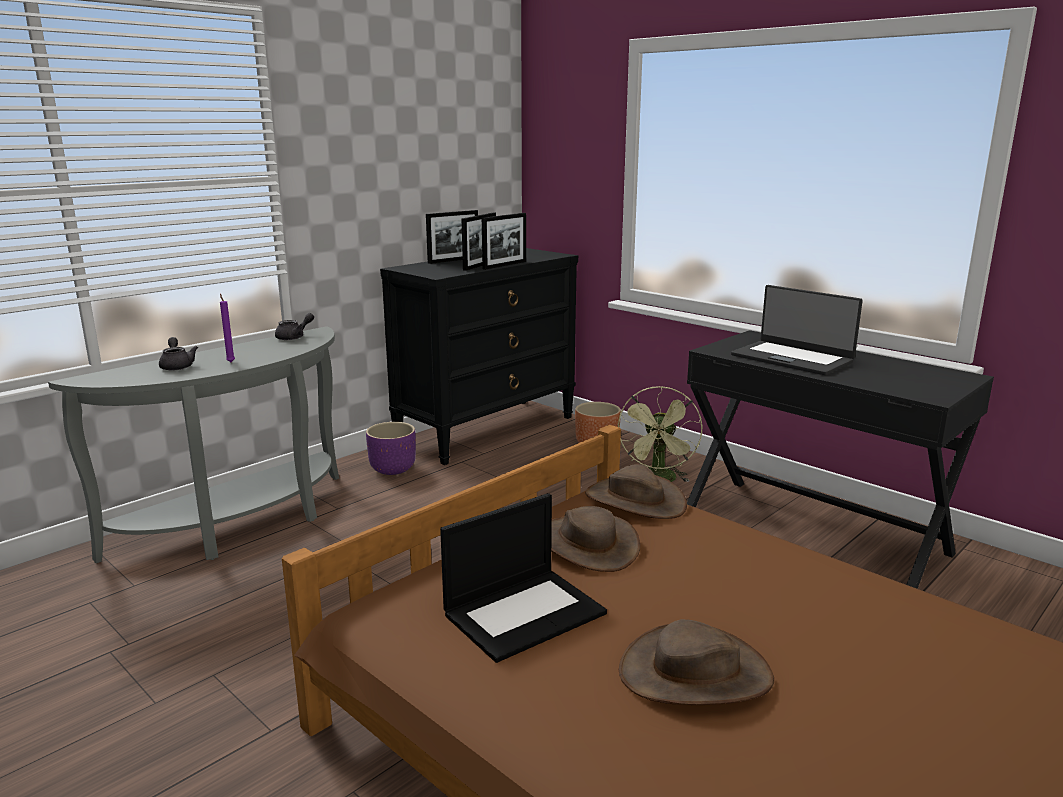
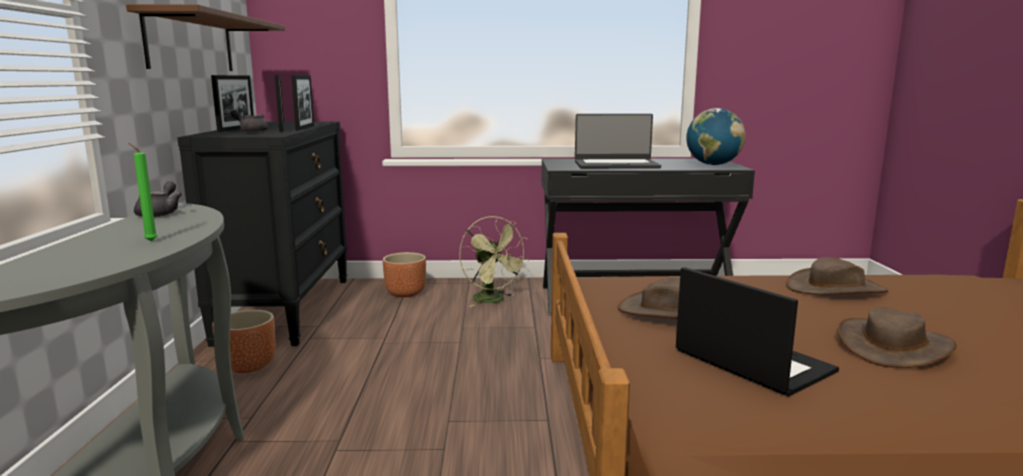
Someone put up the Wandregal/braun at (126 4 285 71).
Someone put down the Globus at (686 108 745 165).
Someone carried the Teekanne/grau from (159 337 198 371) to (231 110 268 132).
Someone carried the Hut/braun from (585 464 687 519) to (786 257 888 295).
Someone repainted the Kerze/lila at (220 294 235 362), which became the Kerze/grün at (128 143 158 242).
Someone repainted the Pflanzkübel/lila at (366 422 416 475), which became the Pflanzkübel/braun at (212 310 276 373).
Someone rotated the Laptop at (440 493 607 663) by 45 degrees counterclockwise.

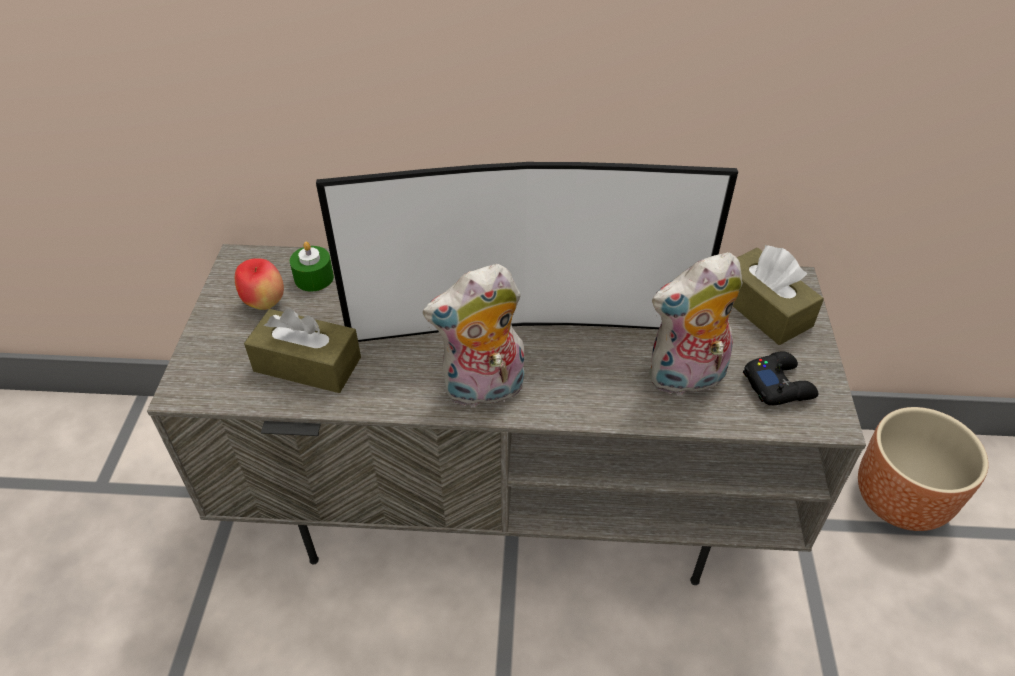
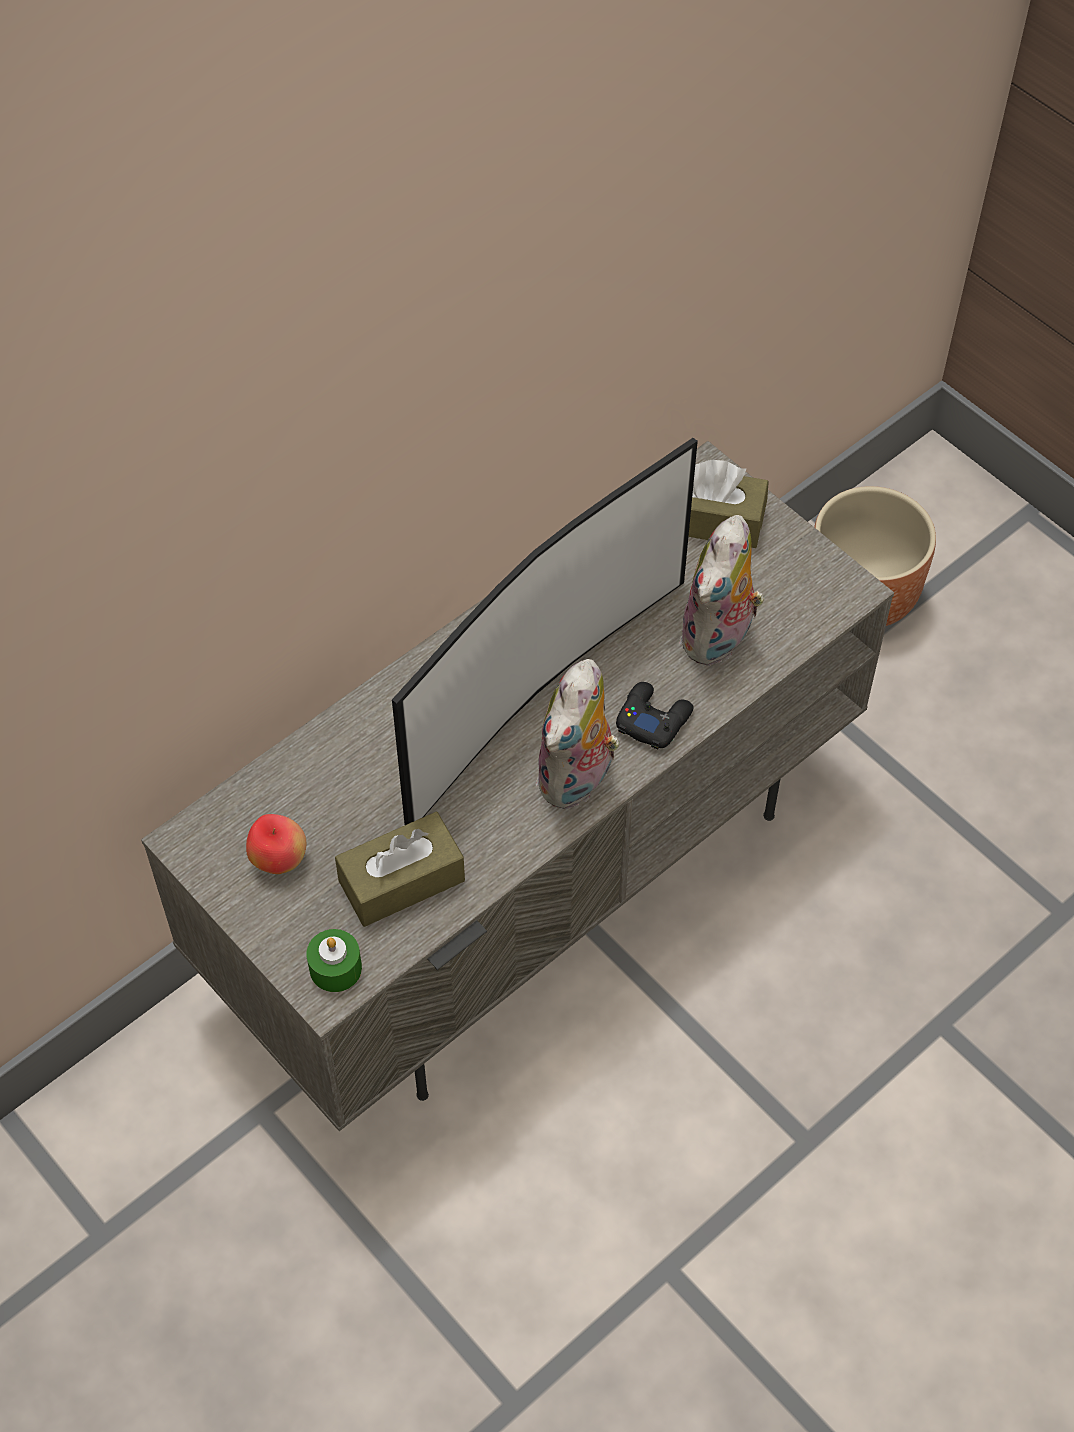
Someone carried the Kerze/grün from (290 242 334 292) to (306 929 362 992).
Someone carried the Gamepad/schwarz from (743 351 819 405) to (616 682 694 750).

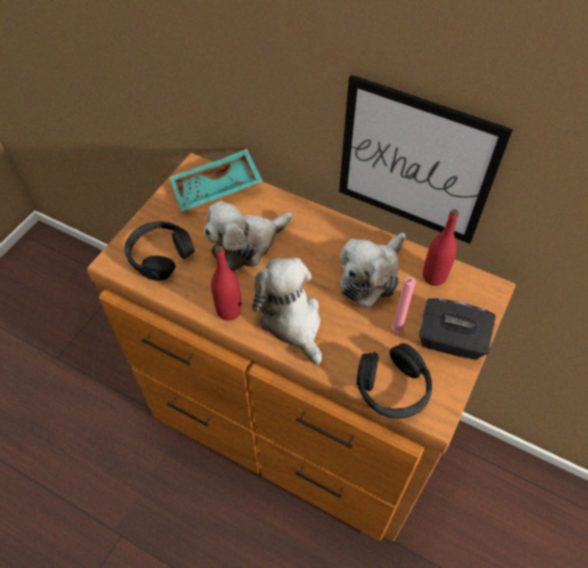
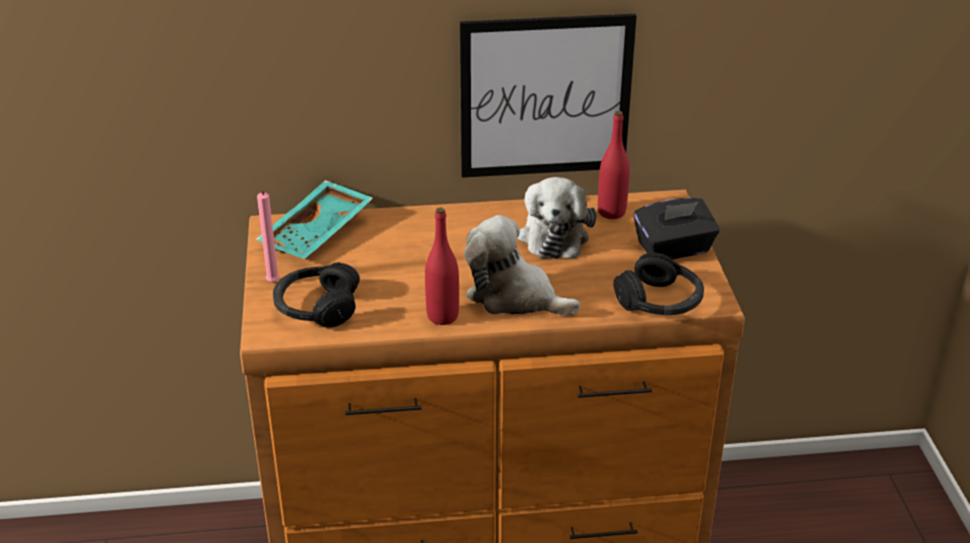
Someone took away the Plüschtier at (204 201 293 271).
Someone carried the Kerze/rosa from (392 277 416 333) to (257 191 280 282).

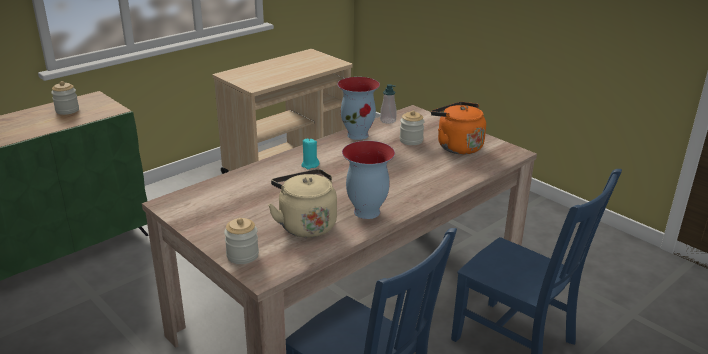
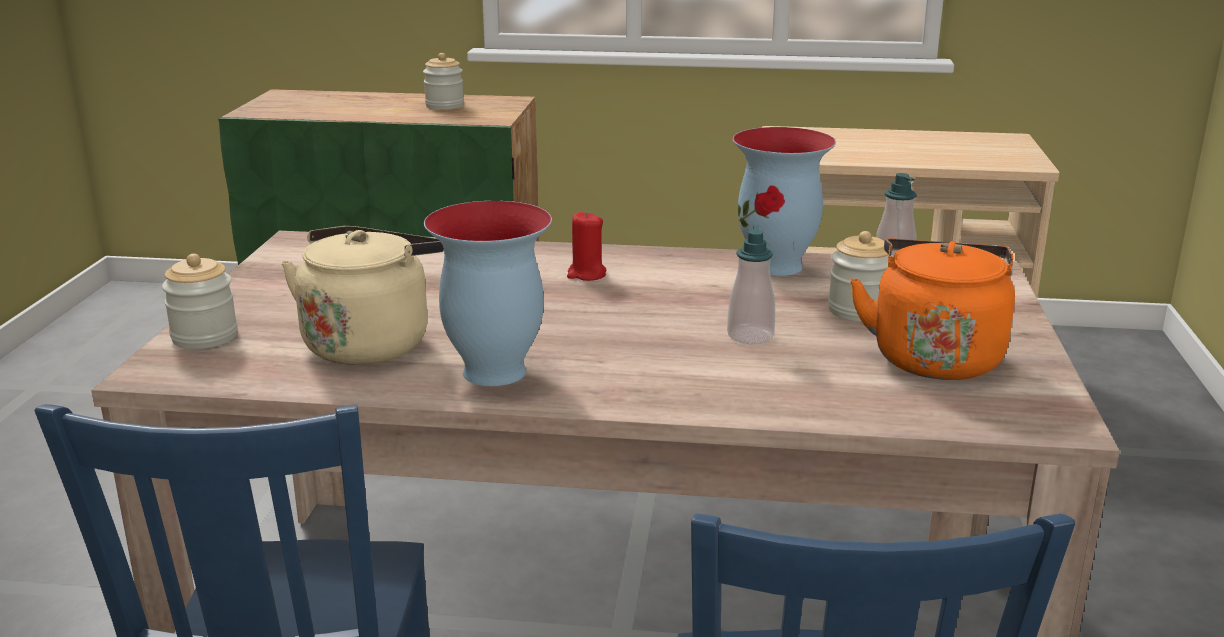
Someone put down the Seifenspender at (727 226 775 344).
Someone repainted the Kerze/türkis at (301 138 319 169), which became the Kerze/rot at (567 211 606 281).

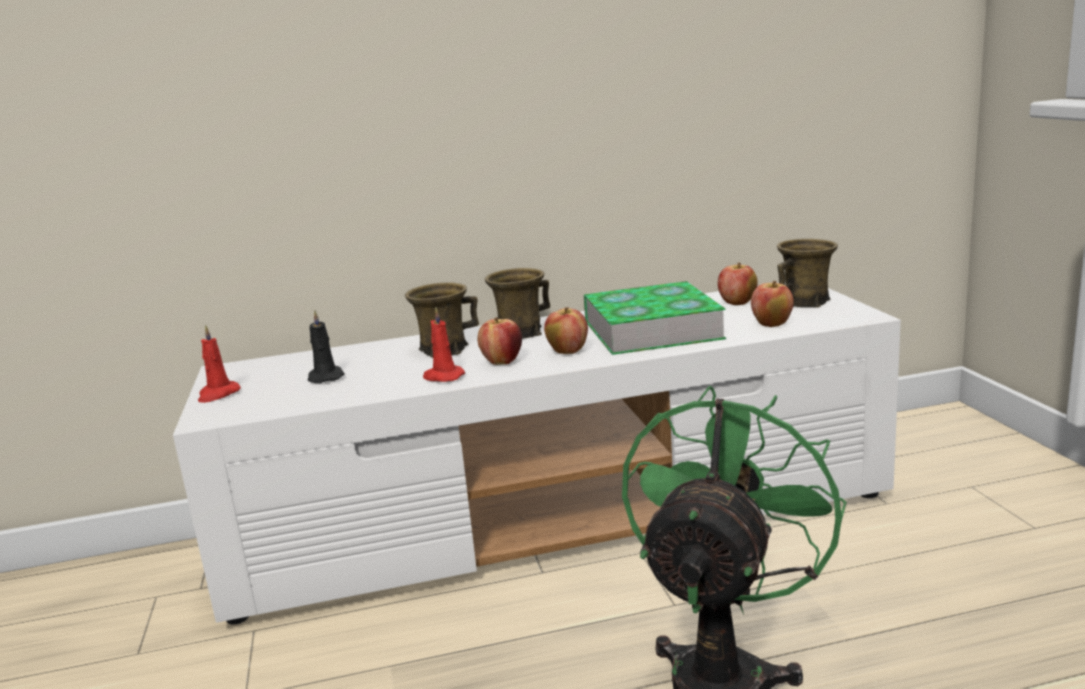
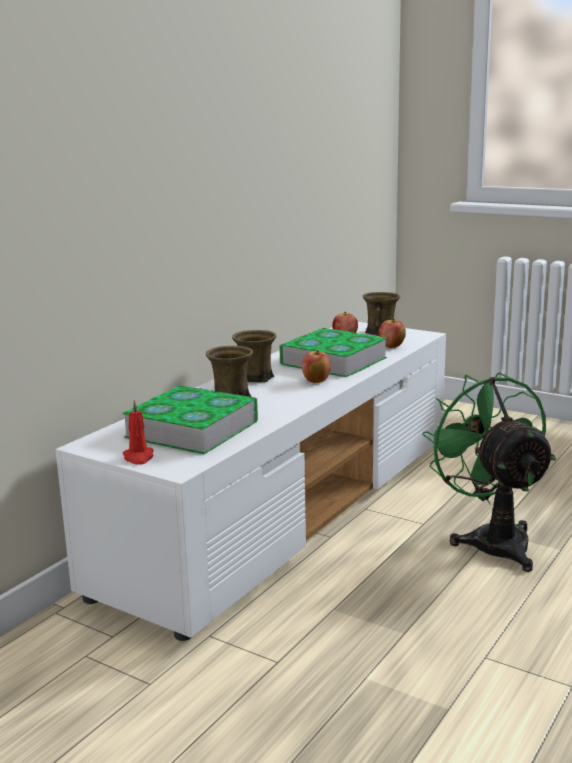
Someone took away the Kerze/rot at (423 307 465 382).
Someone took away the Apfel at (478 317 522 365).
Someone swapped the Kerze/schwarz at (308 310 345 383) for the Buch at (122 385 258 454).

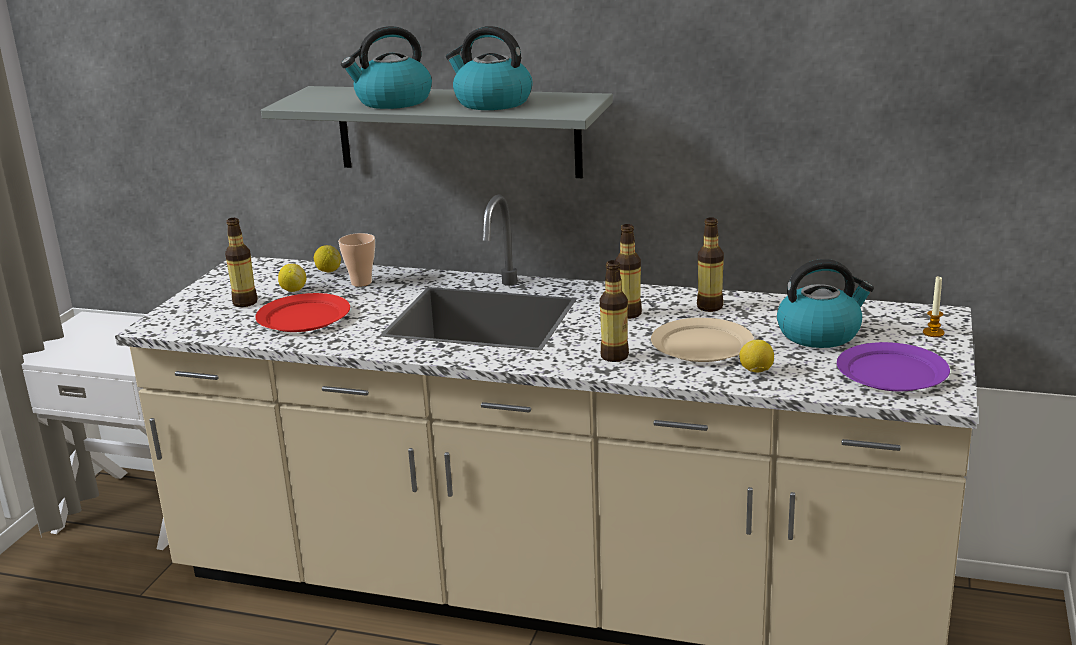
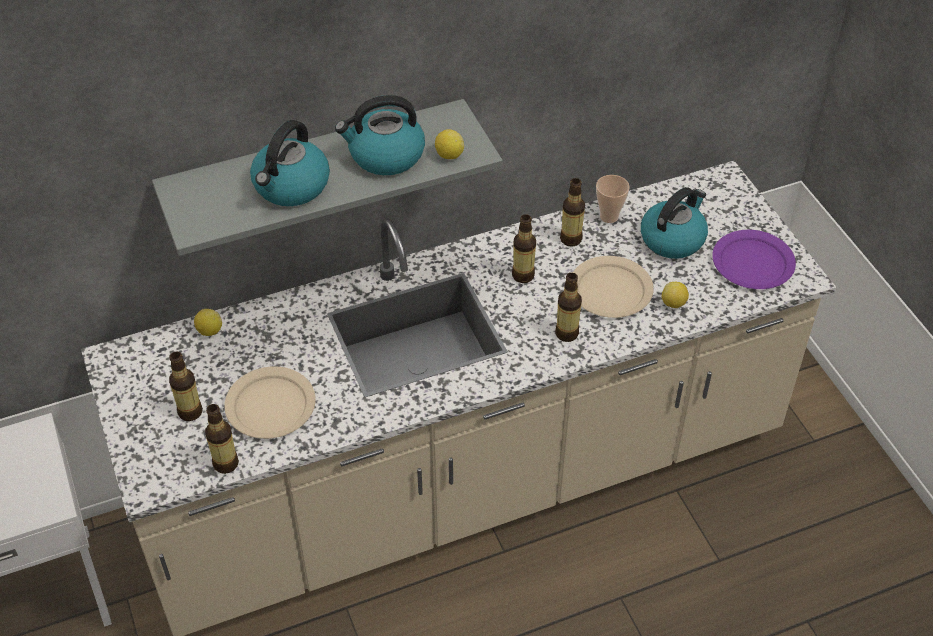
Someone took away the Kerze at (923 276 945 337).
Someone put down the Flasche at (205 404 239 474).
Someone carried the Zitrone from (278 264 307 292) to (435 129 464 159).
Someone carried the Tasse from (338 233 375 287) to (596 175 630 223).
Someone repainted the Teller/rot at (255 293 350 332), which became the Teller/beige at (224 366 316 439).

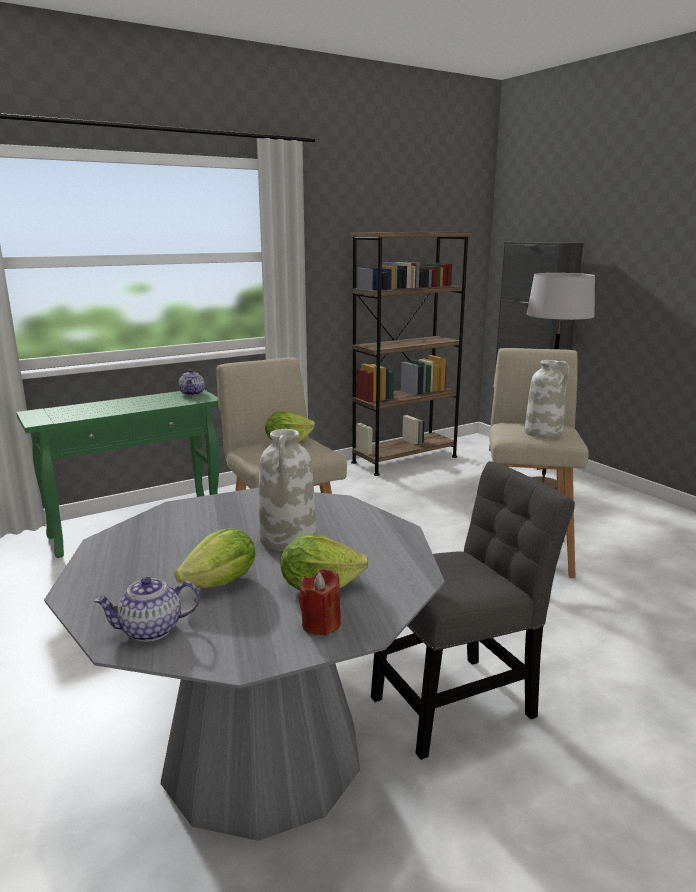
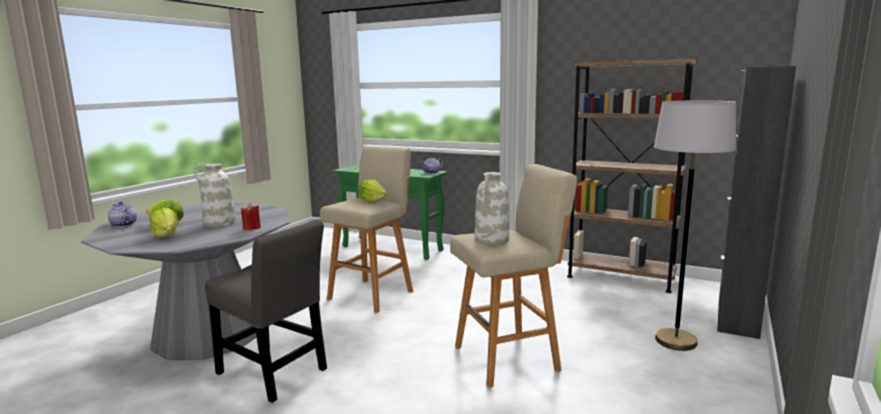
Someone carried the Kerze/rot from (299 569 341 636) to (241 204 261 230).

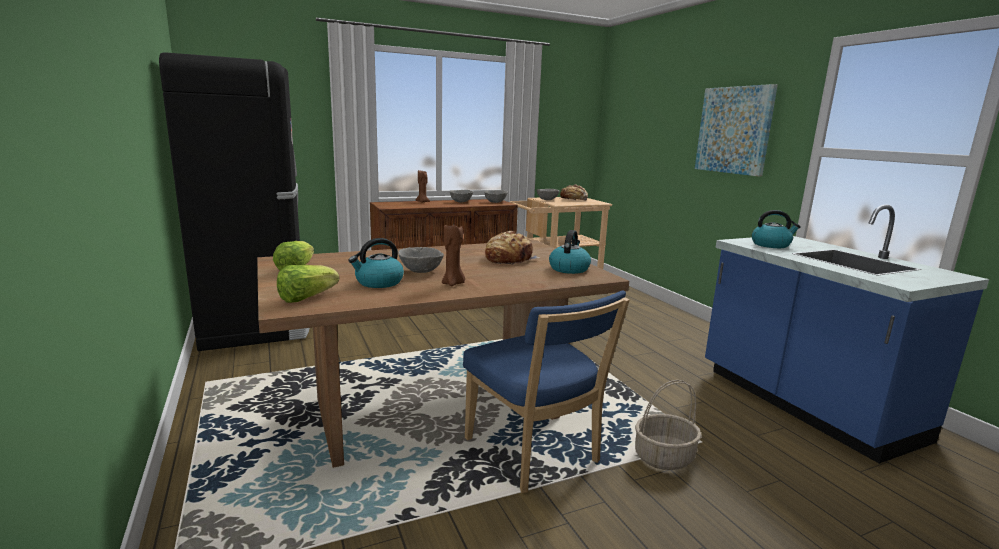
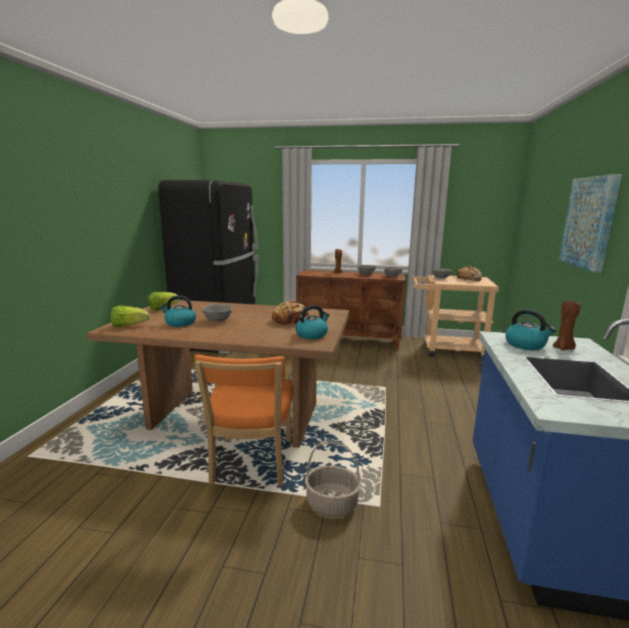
Someone carried the Kerze/braun from (442 224 465 286) to (553 298 581 351).
Someone repainted the Stuhl/blau at (463 291 630 493), which became the Stuhl/orange at (194 354 294 486).

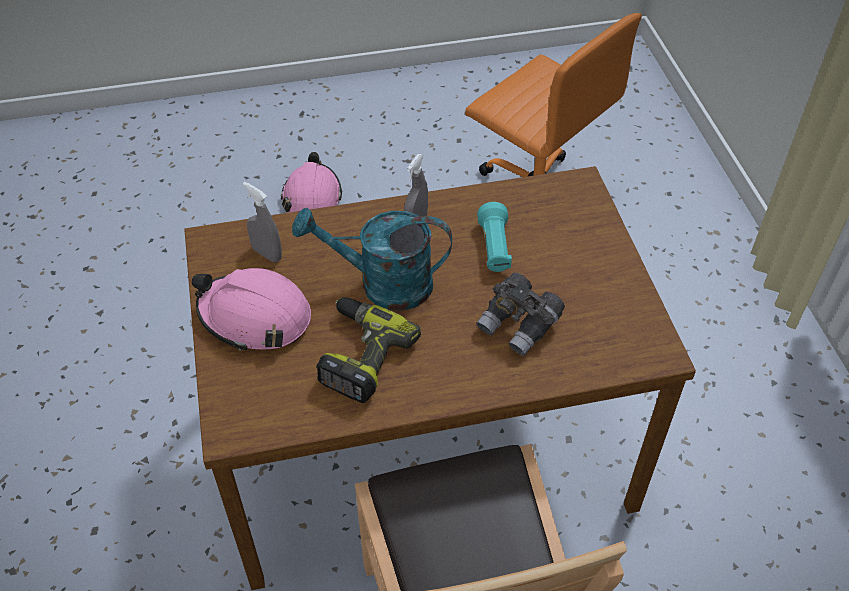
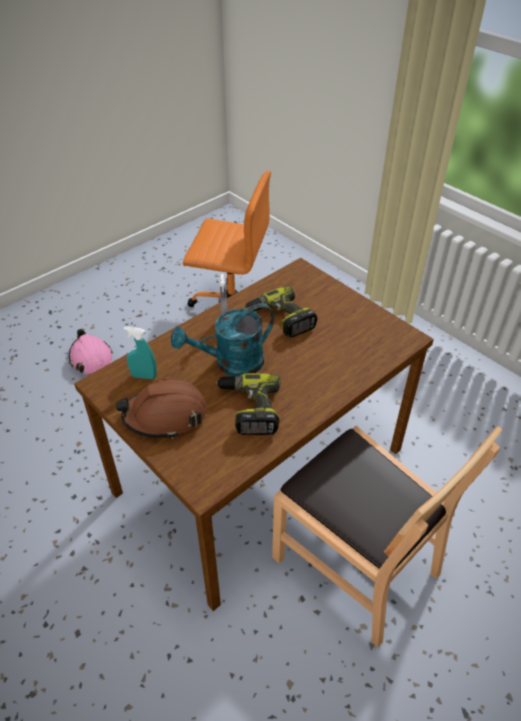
Someone took away the Fernglas/grau at (476 273 565 356).
Someone swapped the Taschenlampe/türkis at (477 202 512 272) for the Bohrmaschine at (245 286 317 338).
Someone repainted the Schutzhelm/rosa at (192 268 311 351), which became the Schutzhelm/braun at (116 379 207 439).
Someone repainted the Sprühflasche/grau at (243 182 282 262), which became the Sprühflasche/türkis at (124 327 157 379).

